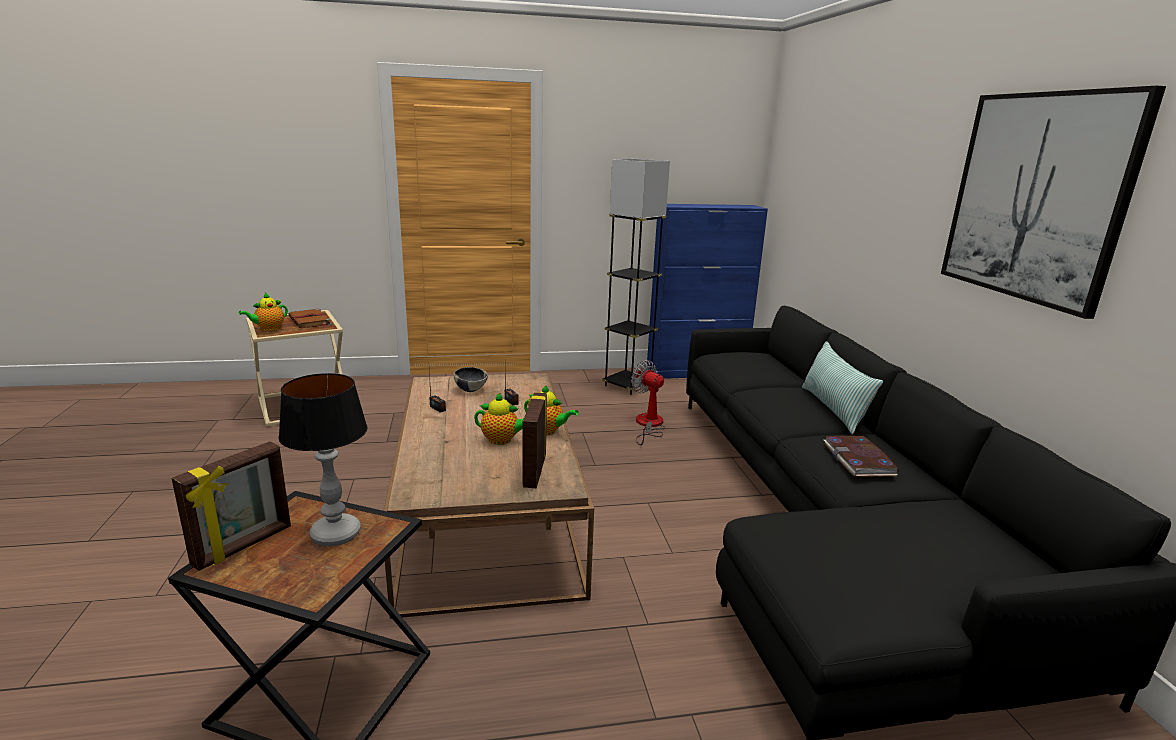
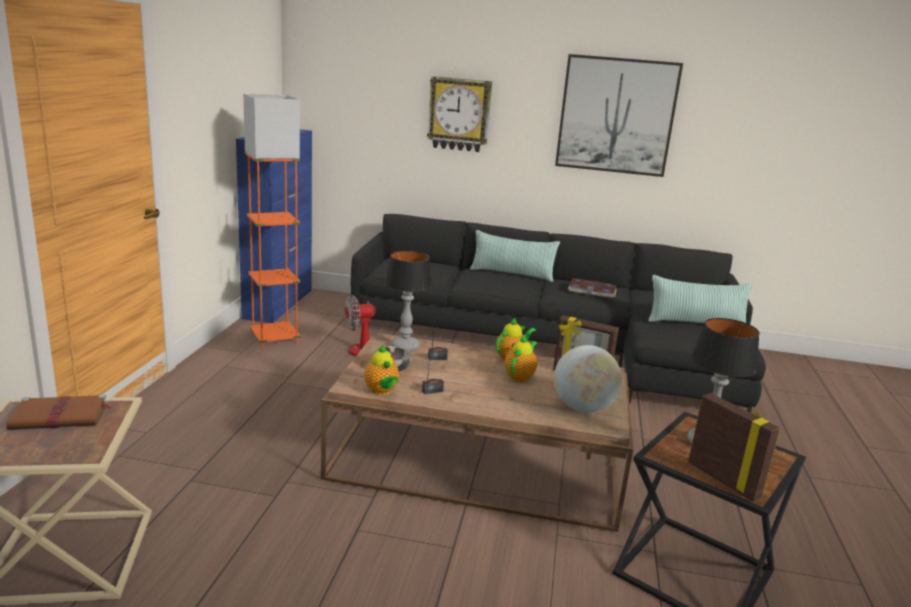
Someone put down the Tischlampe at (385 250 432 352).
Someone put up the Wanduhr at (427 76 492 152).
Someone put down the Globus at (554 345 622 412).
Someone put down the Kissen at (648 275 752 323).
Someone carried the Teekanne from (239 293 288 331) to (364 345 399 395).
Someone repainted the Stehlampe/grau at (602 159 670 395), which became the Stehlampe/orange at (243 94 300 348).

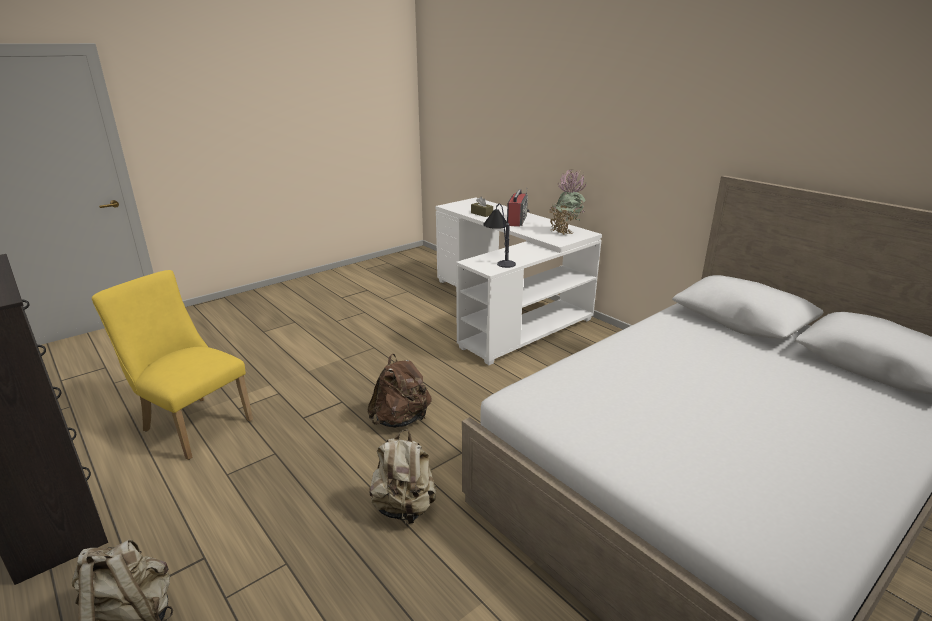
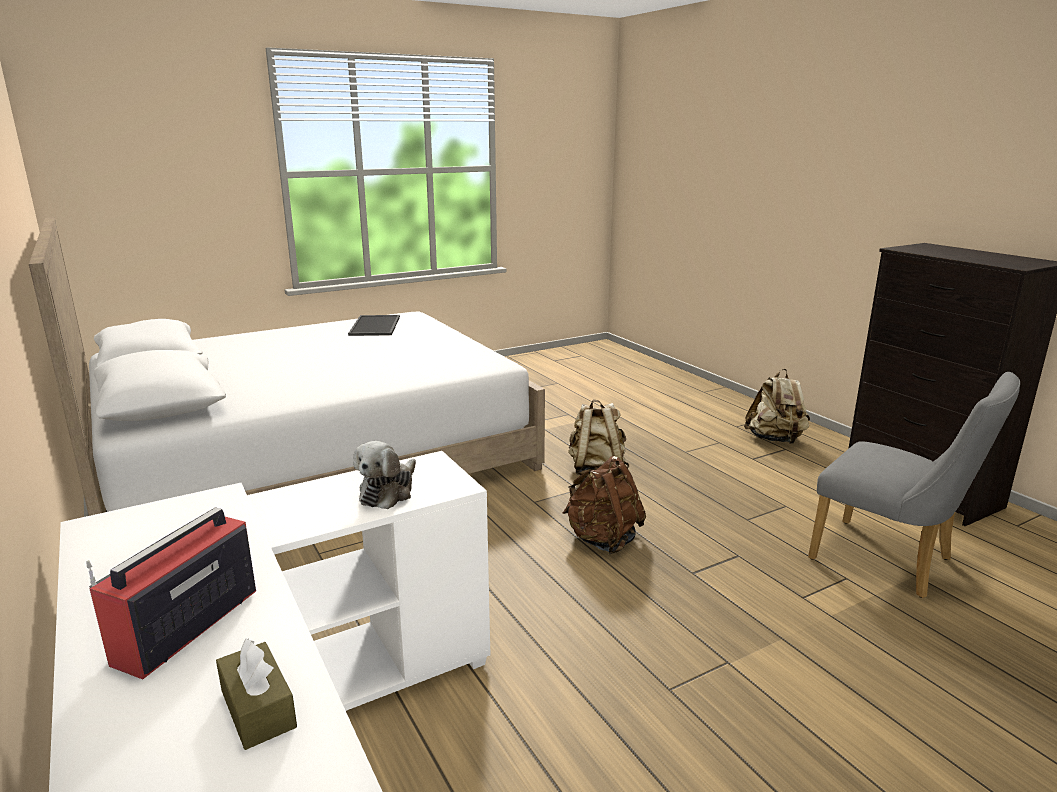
Someone took away the Topfpflanze at (548 170 587 235).
Someone put down the Tablett at (348 315 400 336).
Someone swapped the Tischlampe at (483 204 516 268) for the Plüschtier at (353 441 416 509).
Someone repainted the Stuhl/gelb at (92 270 253 460), which became the Stuhl/grau at (808 372 1020 598).

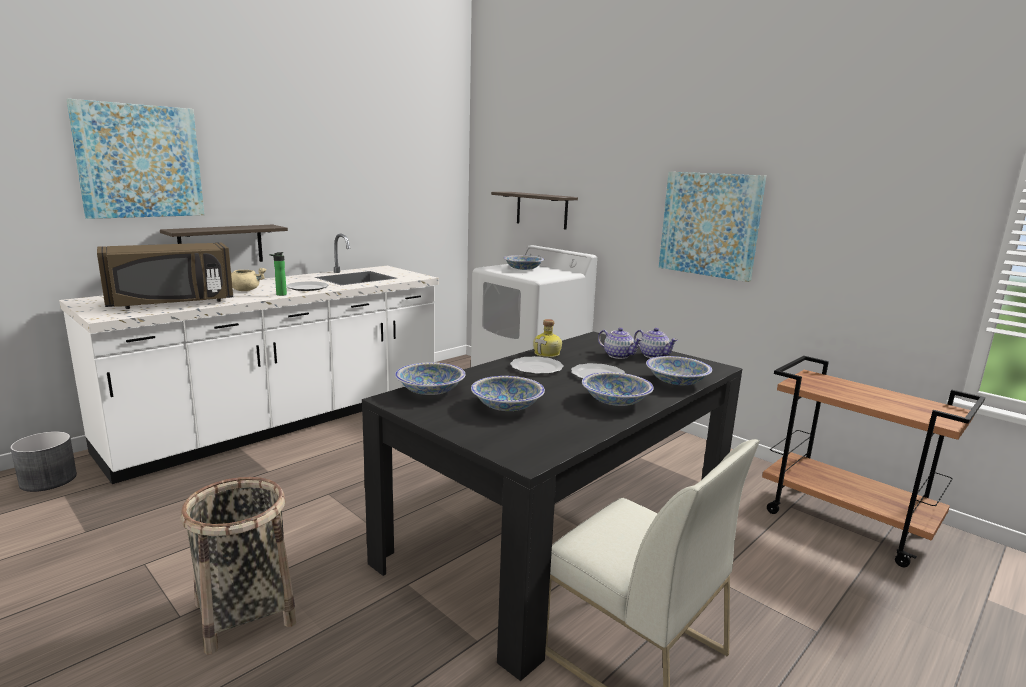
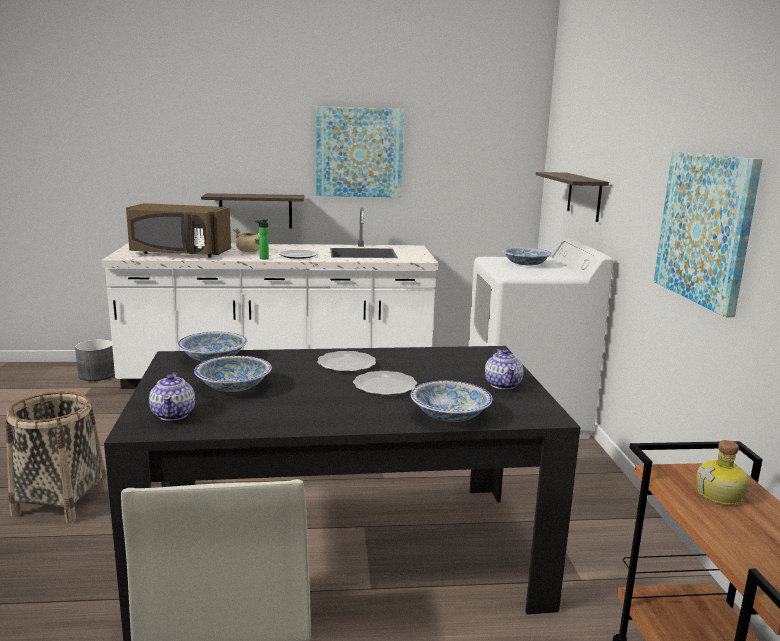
Someone took away the Schüssel at (582 372 654 406).
Someone carried the Bild from (66 99 204 219) to (316 106 404 197).
Someone carried the Flasche from (533 319 562 357) to (697 440 749 505).
Someone carried the Teekanne from (598 328 643 359) to (149 373 195 421).

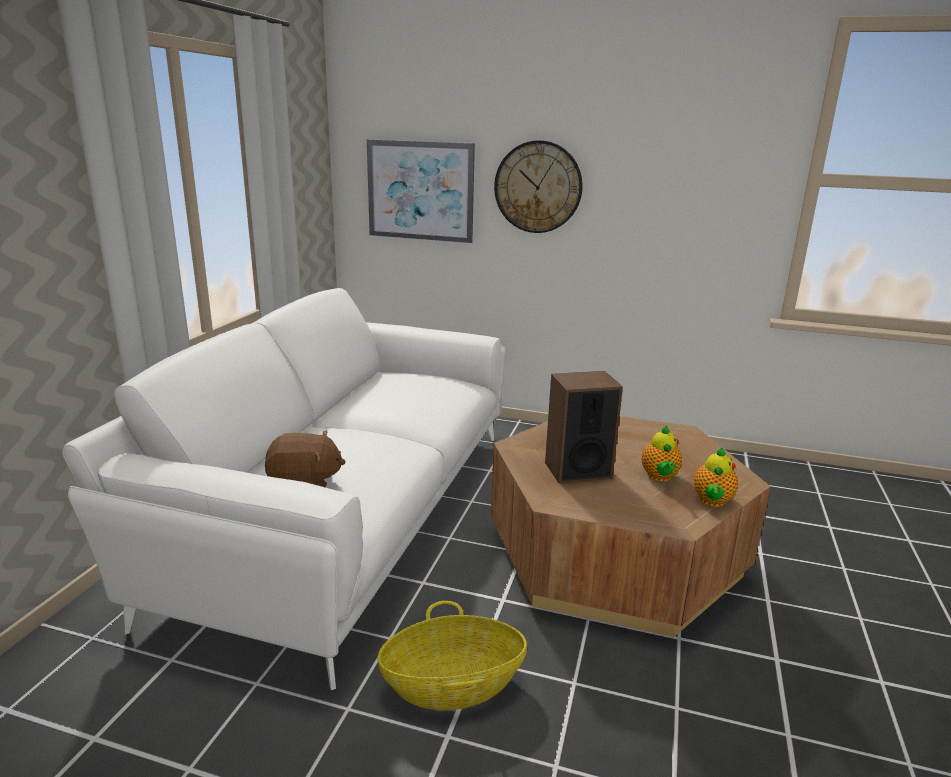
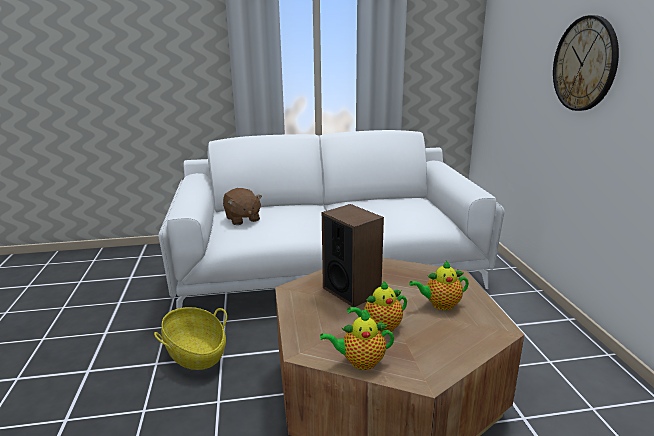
Someone took away the Bild at (367 139 475 243).
Someone put down the Teekanne at (409 261 469 310).

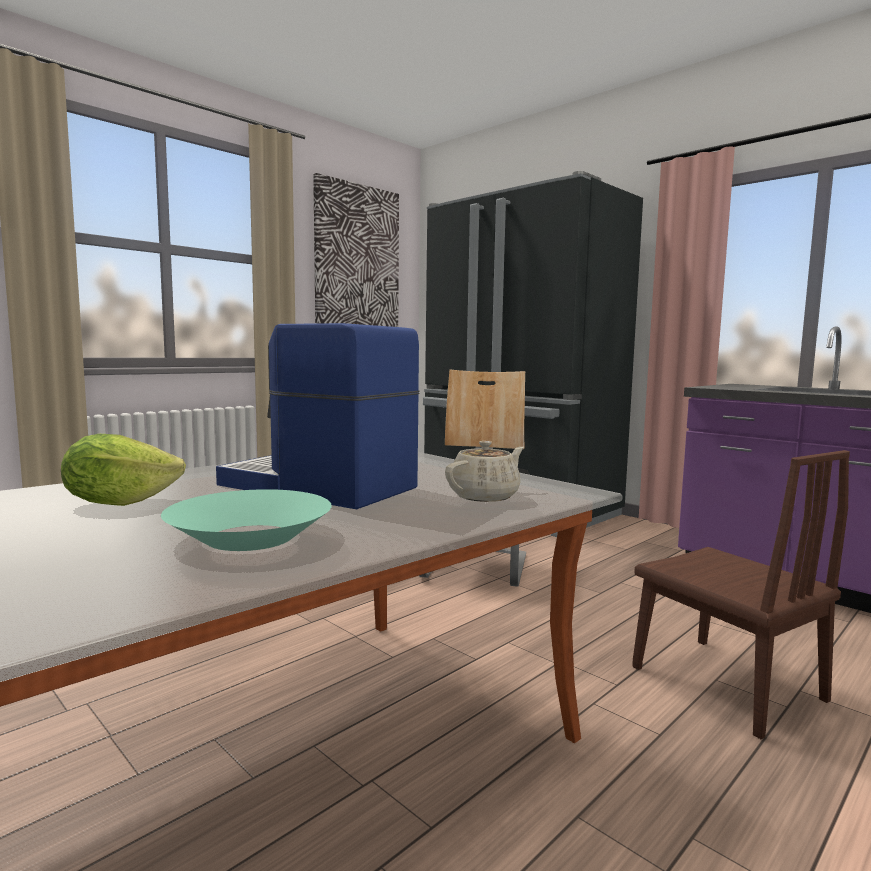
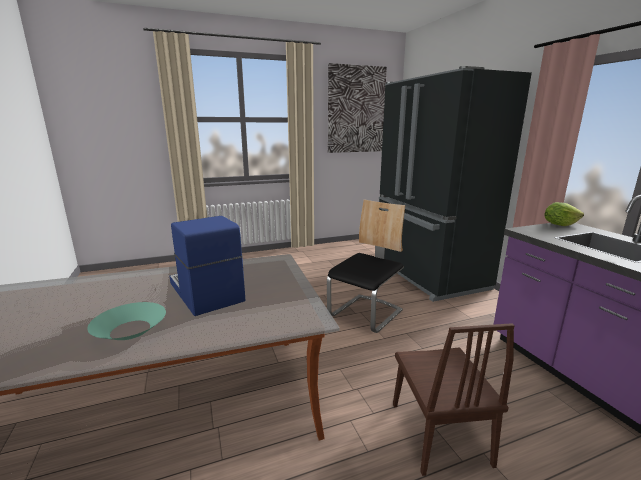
Someone took away the Teekanne/beige at (445 441 524 502).
Someone carried the Salatkopf from (61 434 186 506) to (545 202 584 226).

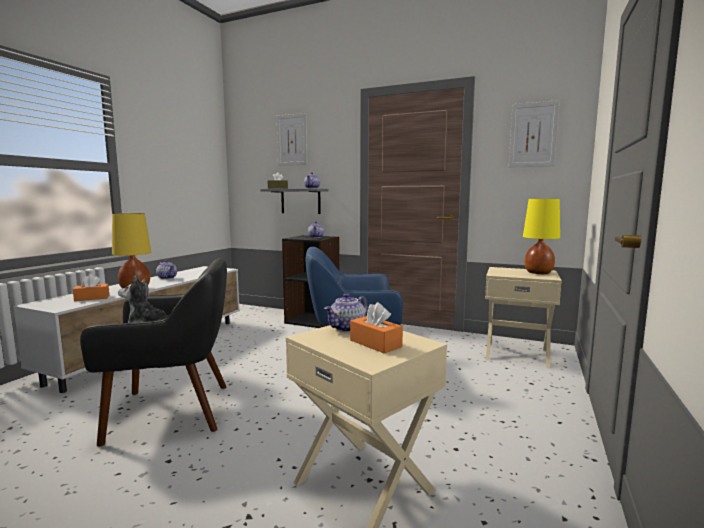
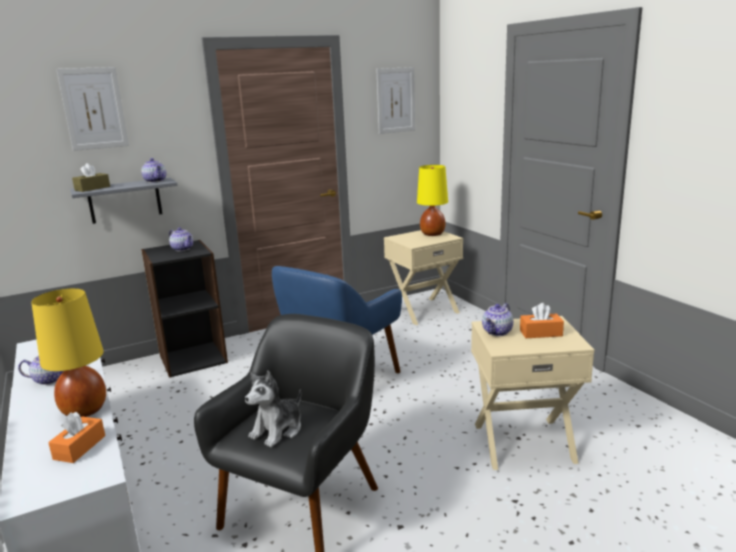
Someone rotated the Teekanne at (324 293 368 332) by 45 degrees clockwise.

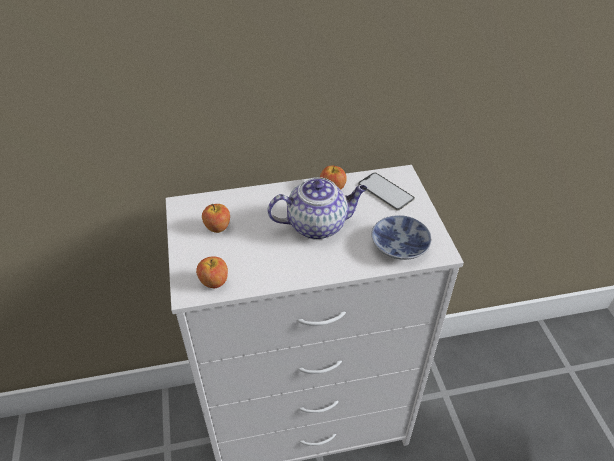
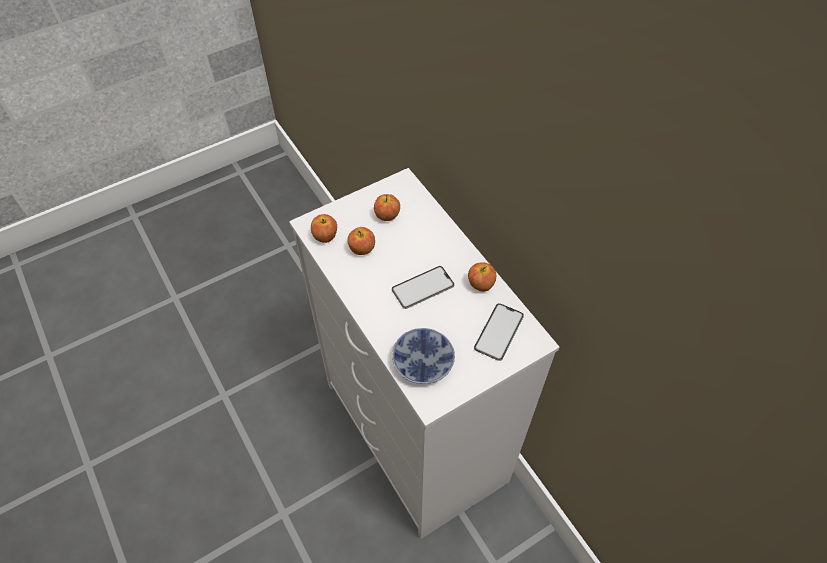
Someone put down the Apfel at (347 227 375 255).
Someone swapped the Teekanne at (267 177 367 240) for the Handy at (392 266 454 309).

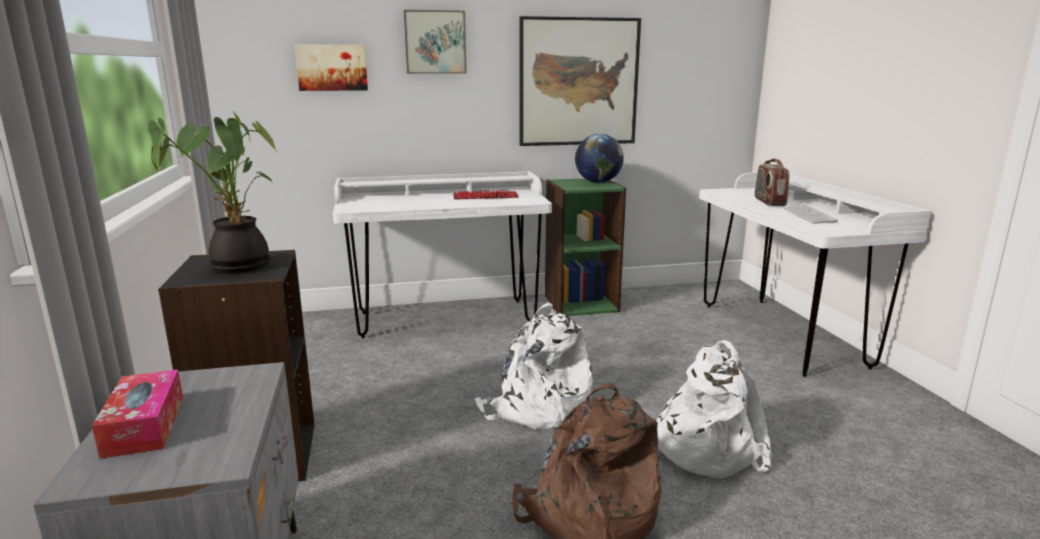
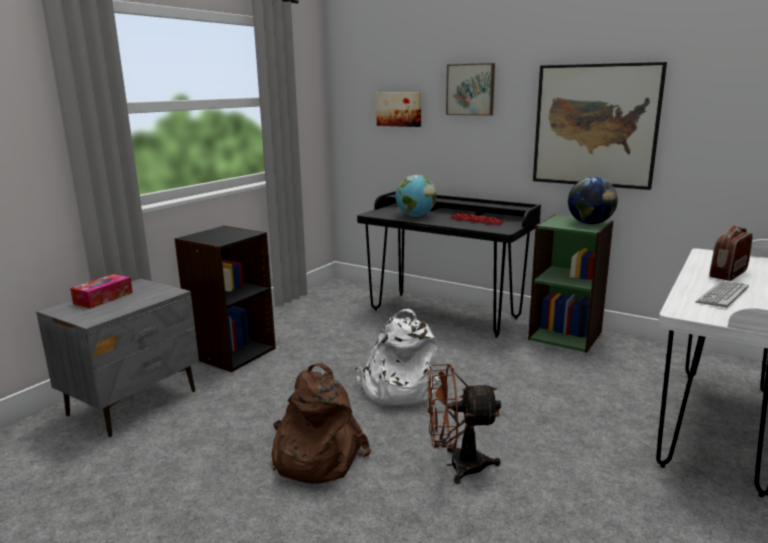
Someone took away the Topfpflanze at (148 111 277 273).
Someone put down the Globus at (395 175 437 217).
Someone swapped the Rucksack/weiß at (656 340 772 479) for the Ventilator/braun at (427 364 501 484).
Someone repainted the Schreibtisch/weiß at (333 171 552 338), which became the Schreibtisch/schwarz at (357 191 541 337).

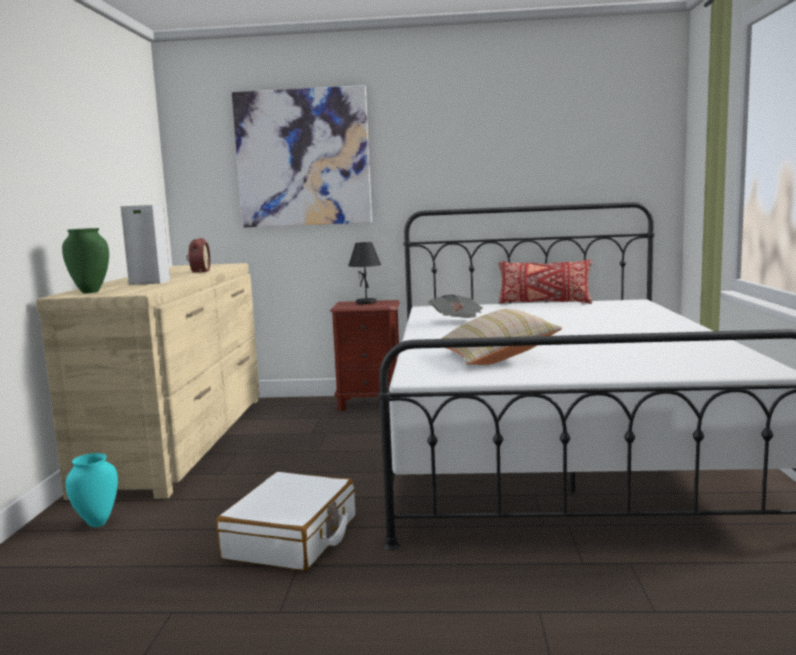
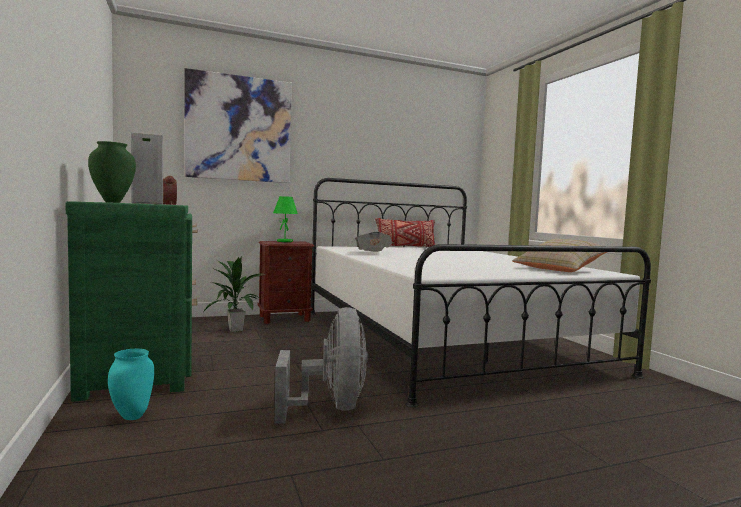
Someone put down the Topfpflanze at (202 256 262 332).
Someone carried the Kissen/beige from (441 309 562 365) to (512 239 607 272).
Someone swapped the Koffer/weiß at (216 472 355 571) for the Ventilator/grau at (274 307 368 423).
Someone repainted the Kommode/beige at (36 263 260 500), which became the Kommode/grün at (65 201 198 402).
Someone repainted the Tischlampe/schwarz at (348 242 381 304), which became the Tischlampe/grün at (273 196 298 242).

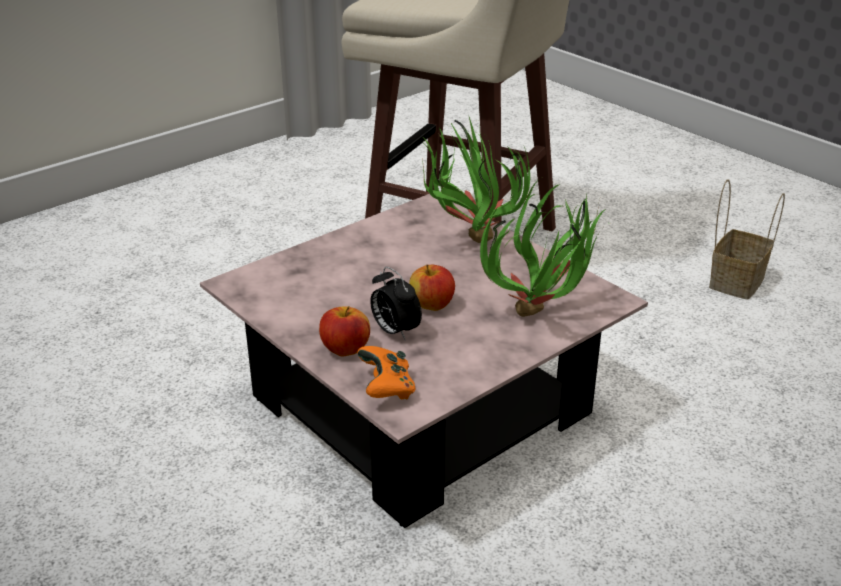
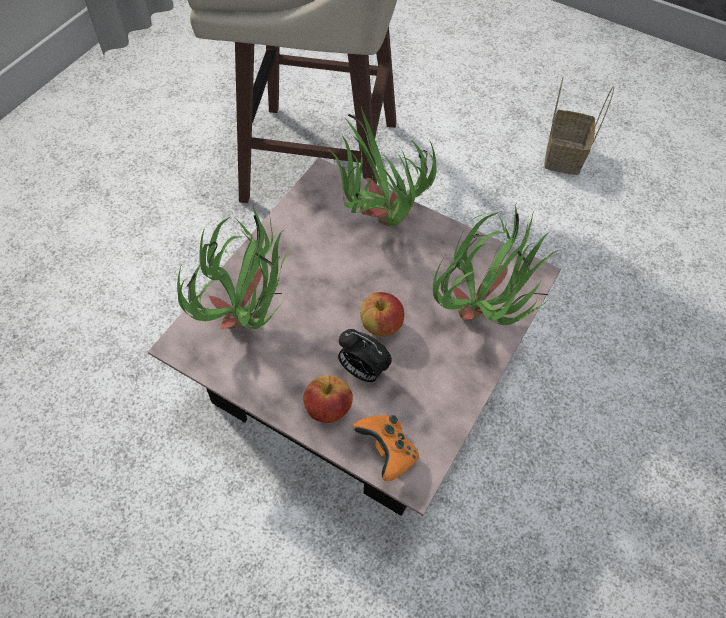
Someone put down the Topfpflanze at (177 206 294 330).

